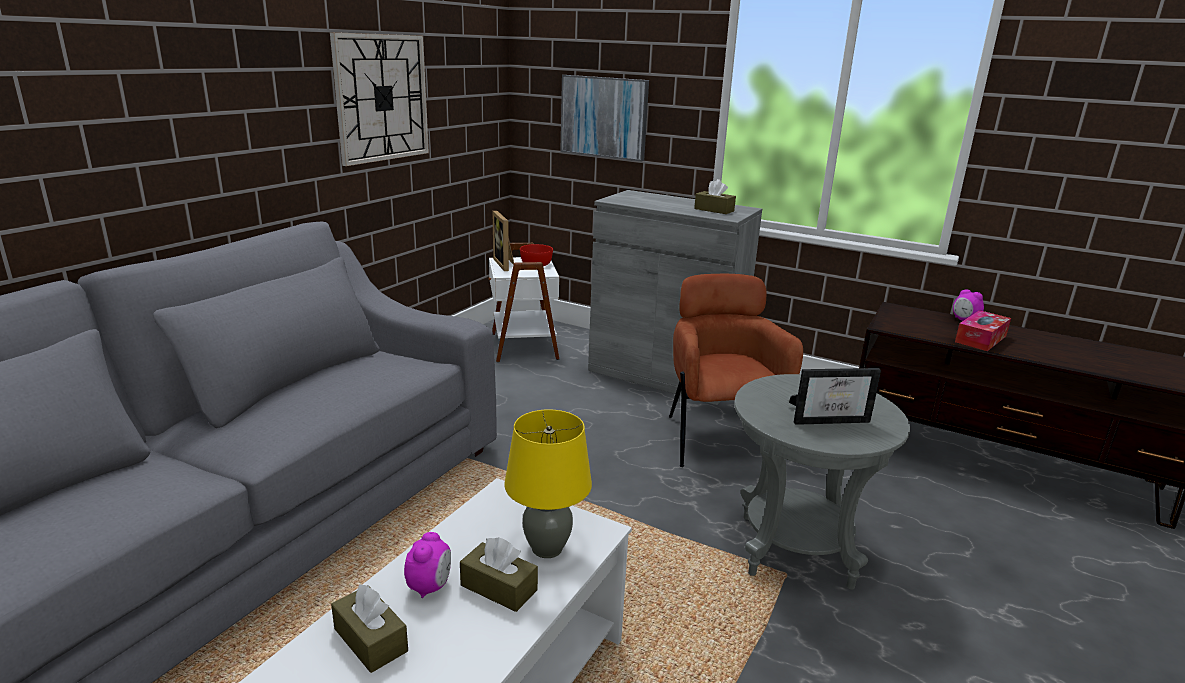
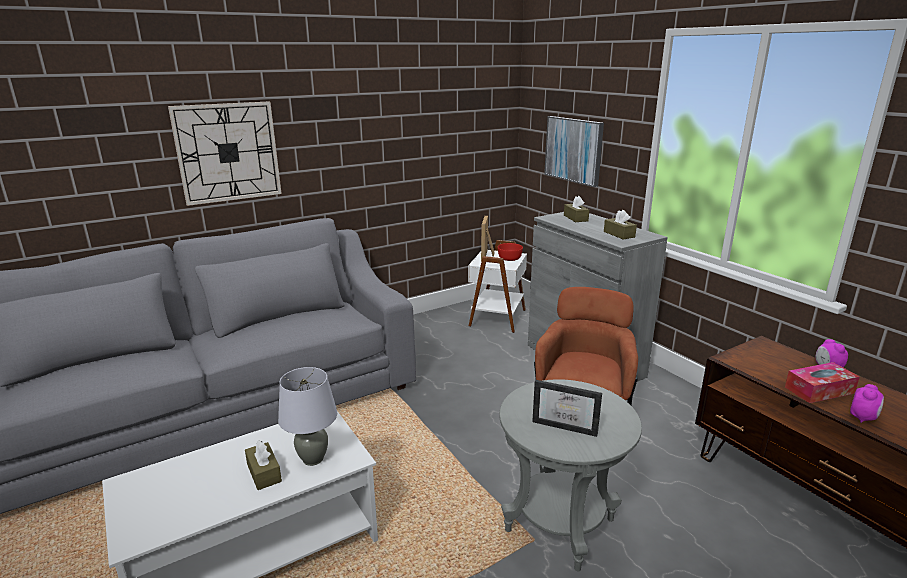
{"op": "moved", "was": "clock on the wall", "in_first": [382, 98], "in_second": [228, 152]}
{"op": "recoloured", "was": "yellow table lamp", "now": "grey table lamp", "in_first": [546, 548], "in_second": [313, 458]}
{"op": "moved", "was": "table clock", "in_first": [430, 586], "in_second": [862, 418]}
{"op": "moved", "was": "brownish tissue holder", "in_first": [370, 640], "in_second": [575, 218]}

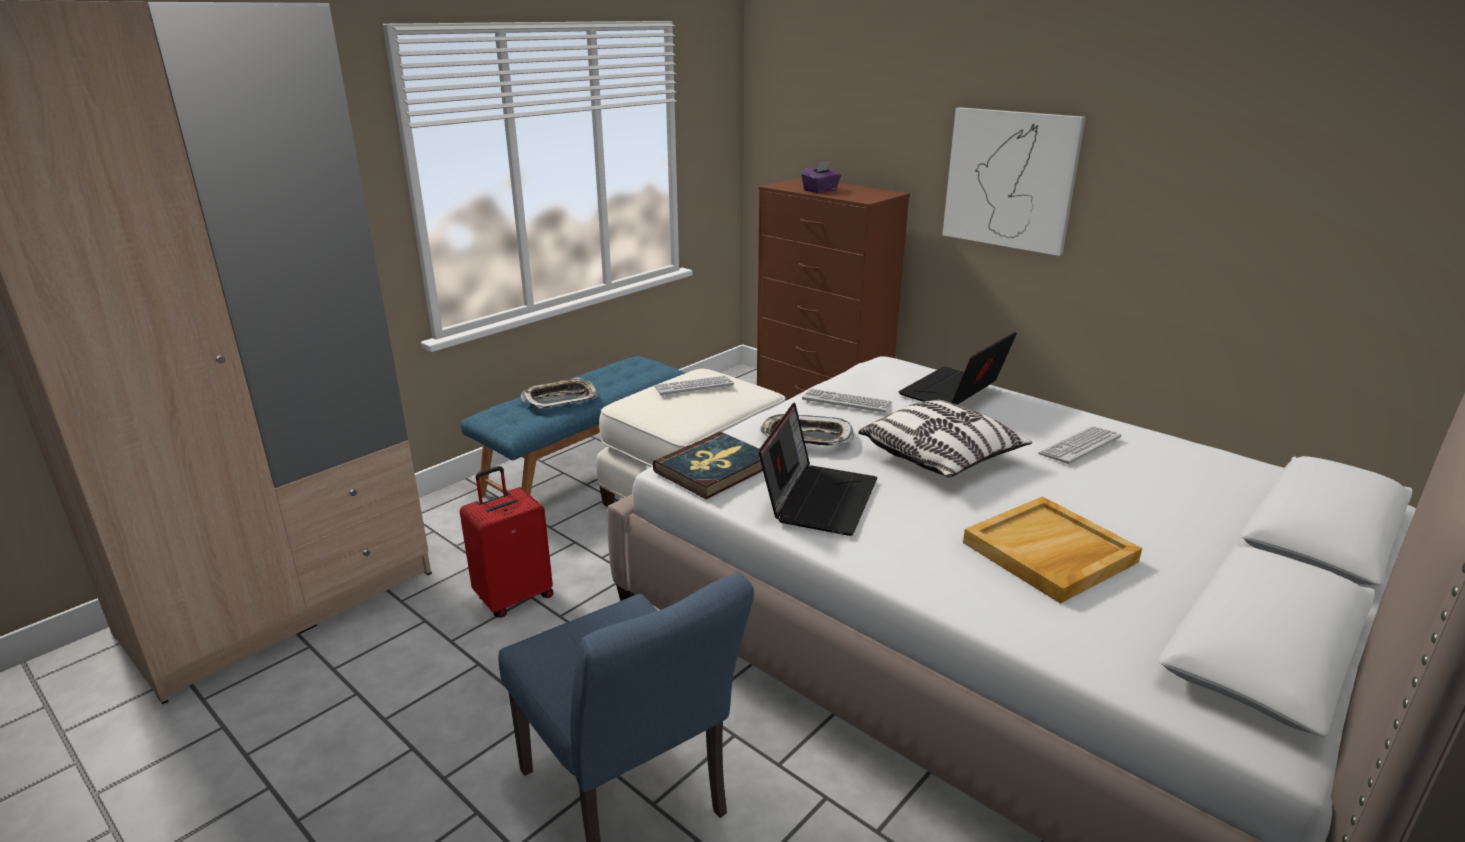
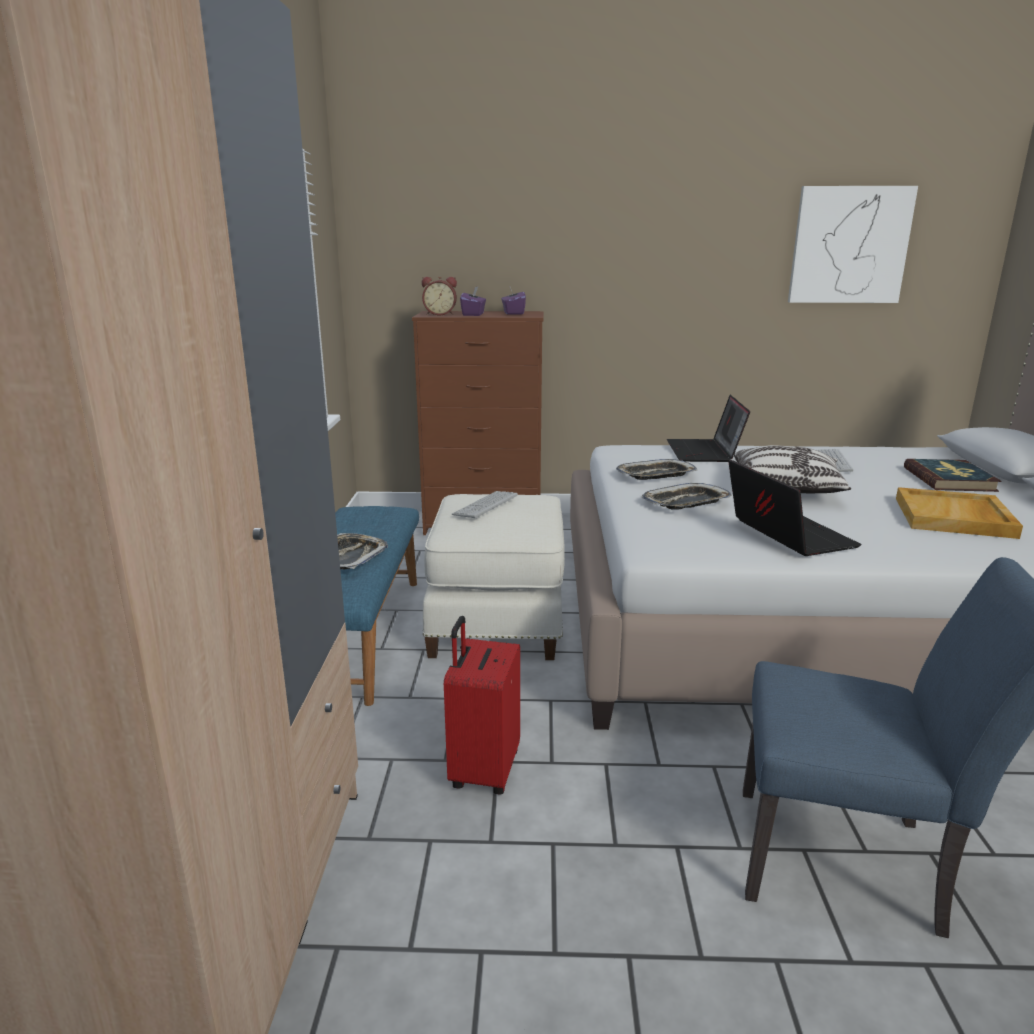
{"op": "moved", "was": "wall picture", "in_first": [1010, 179], "in_second": [849, 245]}
{"op": "replaced", "was": "keyboard", "now": "tray", "in_first": [846, 402], "in_second": [656, 475]}
{"op": "moved", "was": "bound book", "in_first": [713, 469], "in_second": [949, 479]}
{"op": "added", "now": "table clock", "in_second": [440, 314]}
{"op": "added", "now": "purple tissue holder", "in_second": [513, 313]}

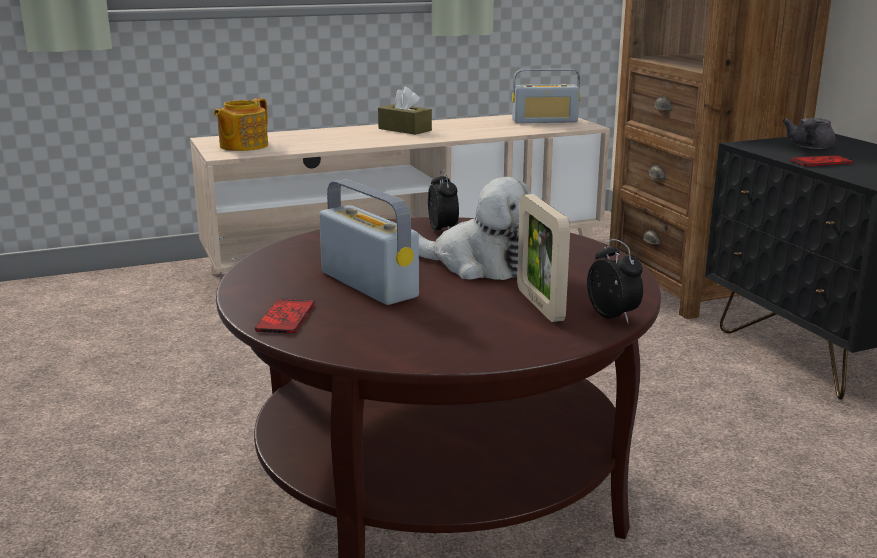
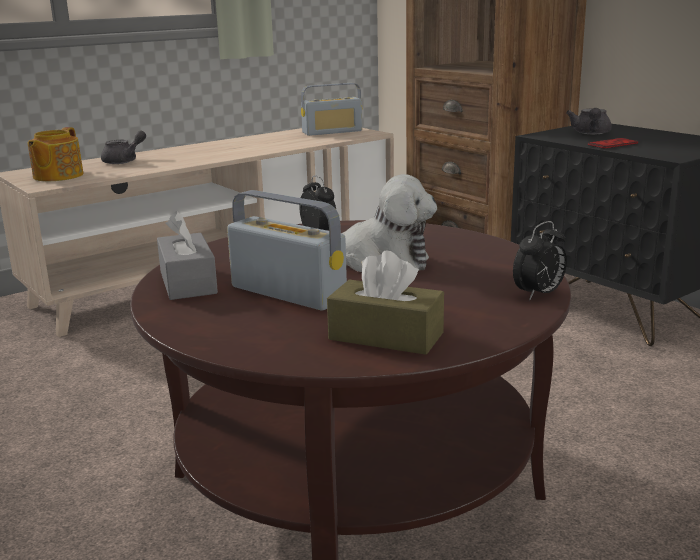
{"op": "moved", "was": "brownish tissue holder", "in_first": [405, 129], "in_second": [386, 336]}
{"op": "removed", "was": "photo frame", "in_first": [539, 305]}
{"op": "turned", "was": "table clock", "in_first": [614, 317], "in_second": [539, 294], "clockwise": 90}
{"op": "removed", "was": "handset", "in_first": [286, 317]}
{"op": "added", "now": "grey teapot", "in_second": [125, 161]}
{"op": "added", "now": "grey tissue holder", "in_second": [188, 282]}

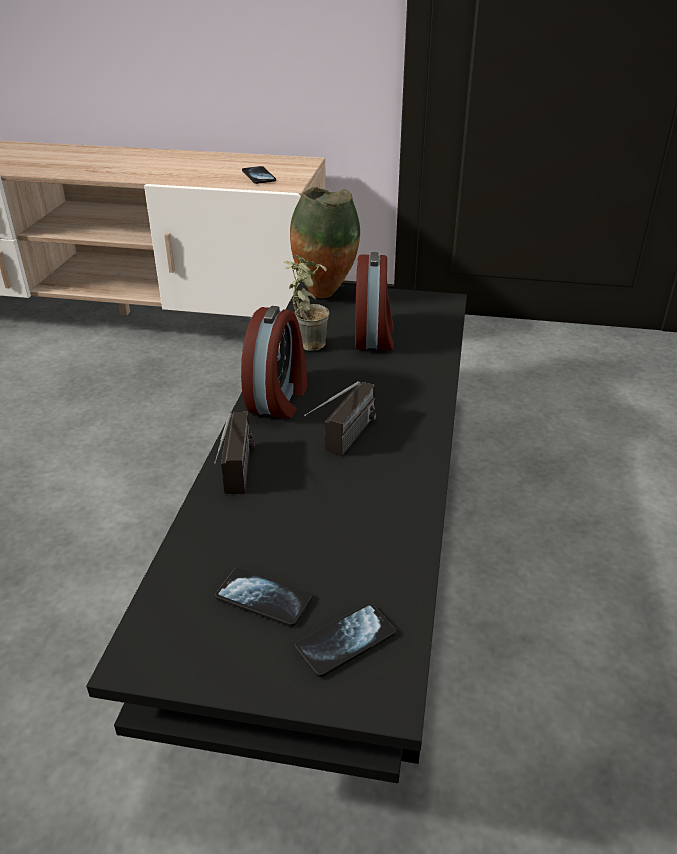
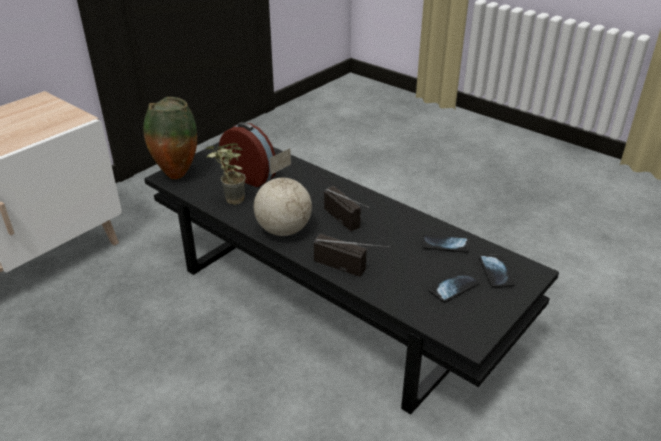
{"op": "moved", "was": "handset", "in_first": [258, 176], "in_second": [445, 244]}
{"op": "replaced", "was": "table clock", "now": "desk globe", "in_first": [279, 399], "in_second": [283, 230]}

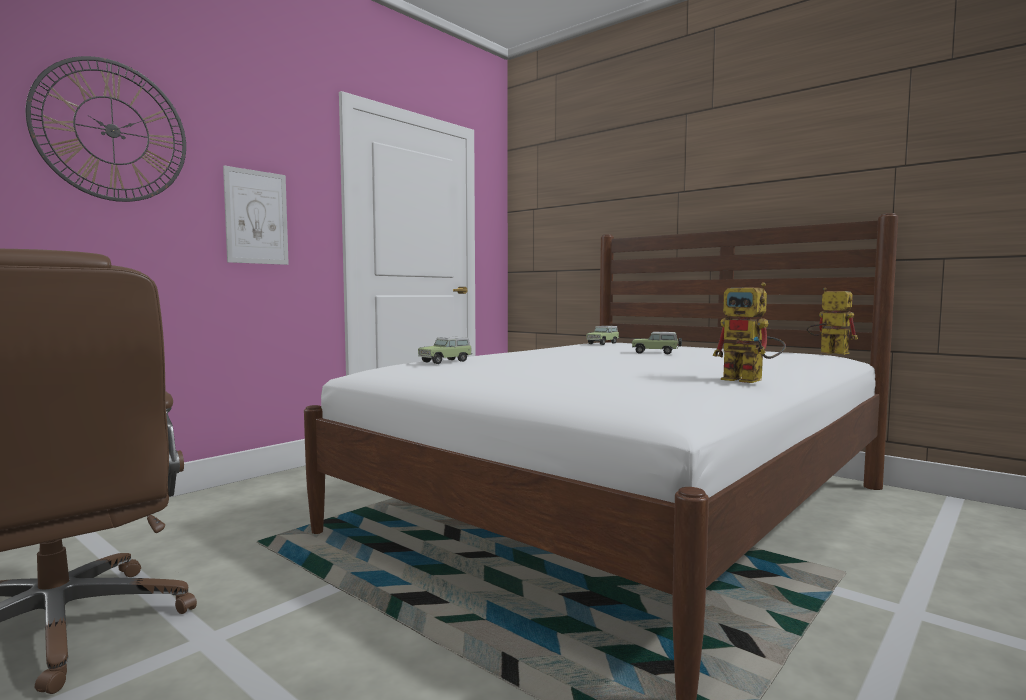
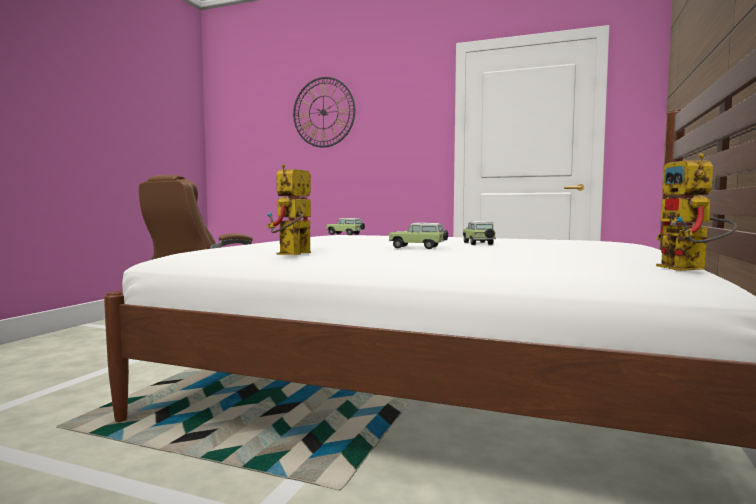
{"op": "removed", "was": "wall picture", "in_first": [256, 217]}
{"op": "turned", "was": "toy robot", "in_first": [827, 353], "in_second": [690, 269], "clockwise": 150}
{"op": "moved", "was": "miniature car", "in_first": [603, 343], "in_second": [418, 248]}

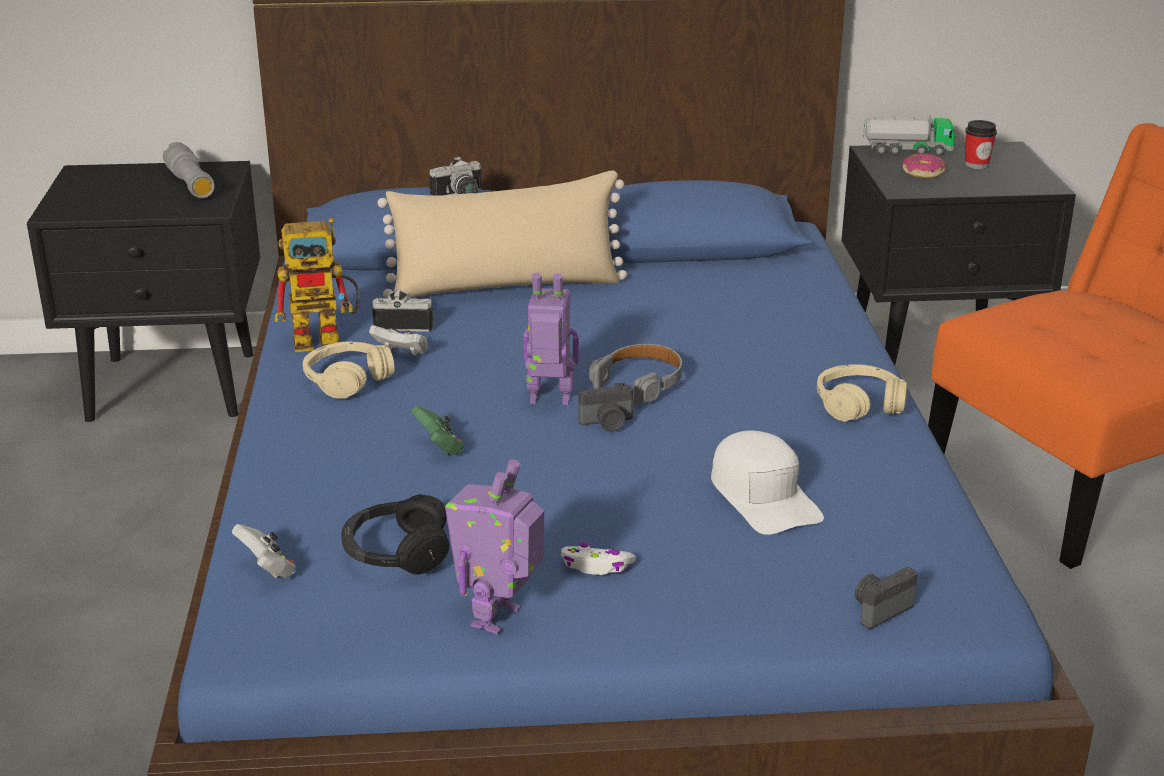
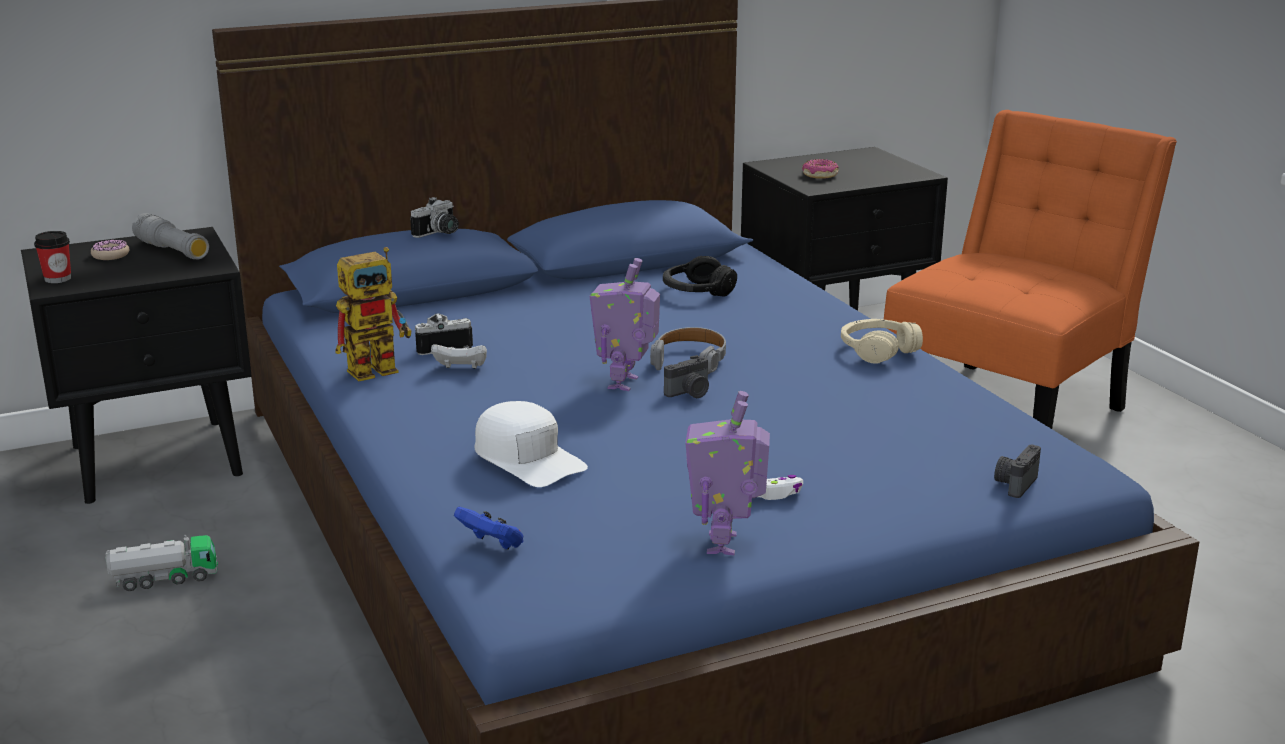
{"op": "moved", "was": "model truck", "in_first": [907, 151], "in_second": [165, 579]}
{"op": "moved", "was": "small cup", "in_first": [976, 165], "in_second": [58, 279]}
{"op": "removed", "was": "beige-coloured cushion", "in_first": [506, 286]}
{"op": "turned", "was": "toy robot", "in_first": [549, 399], "in_second": [625, 383], "clockwise": -60}
{"op": "removed", "was": "beige-coloured pair of headphones", "in_first": [347, 380]}
{"op": "removed", "was": "green-coloured game controller", "in_first": [440, 447]}
{"op": "moved", "was": "whitish peaked cap", "in_first": [763, 496], "in_second": [527, 459]}
{"op": "moved", "was": "black-coloured pair of headphones", "in_first": [396, 552], "in_second": [697, 291]}
{"op": "recoloured", "was": "whitish game controller", "now": "blue game controller", "in_first": [268, 569], "in_second": [492, 545]}
{"op": "added", "now": "ring doughnut", "in_second": [110, 255]}

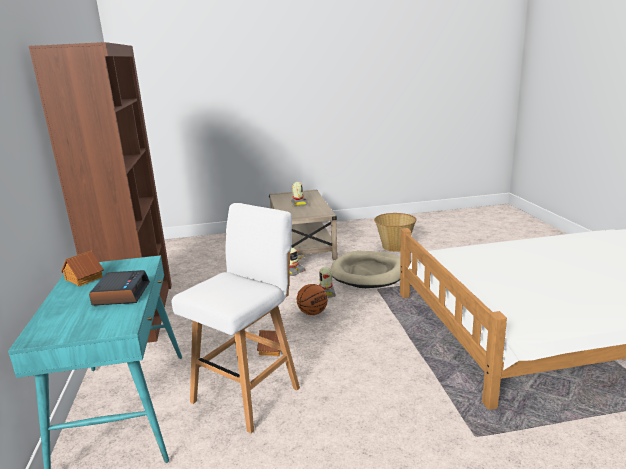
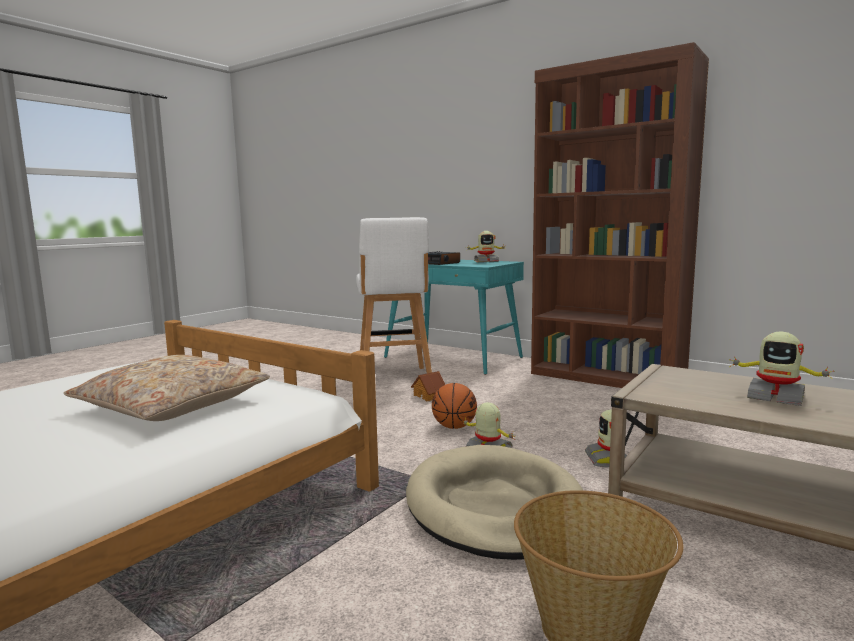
{"op": "replaced", "was": "miniature house", "now": "toy robot", "in_first": [83, 279], "in_second": [486, 261]}
{"op": "added", "now": "beige-coloured cushion", "in_second": [172, 405]}

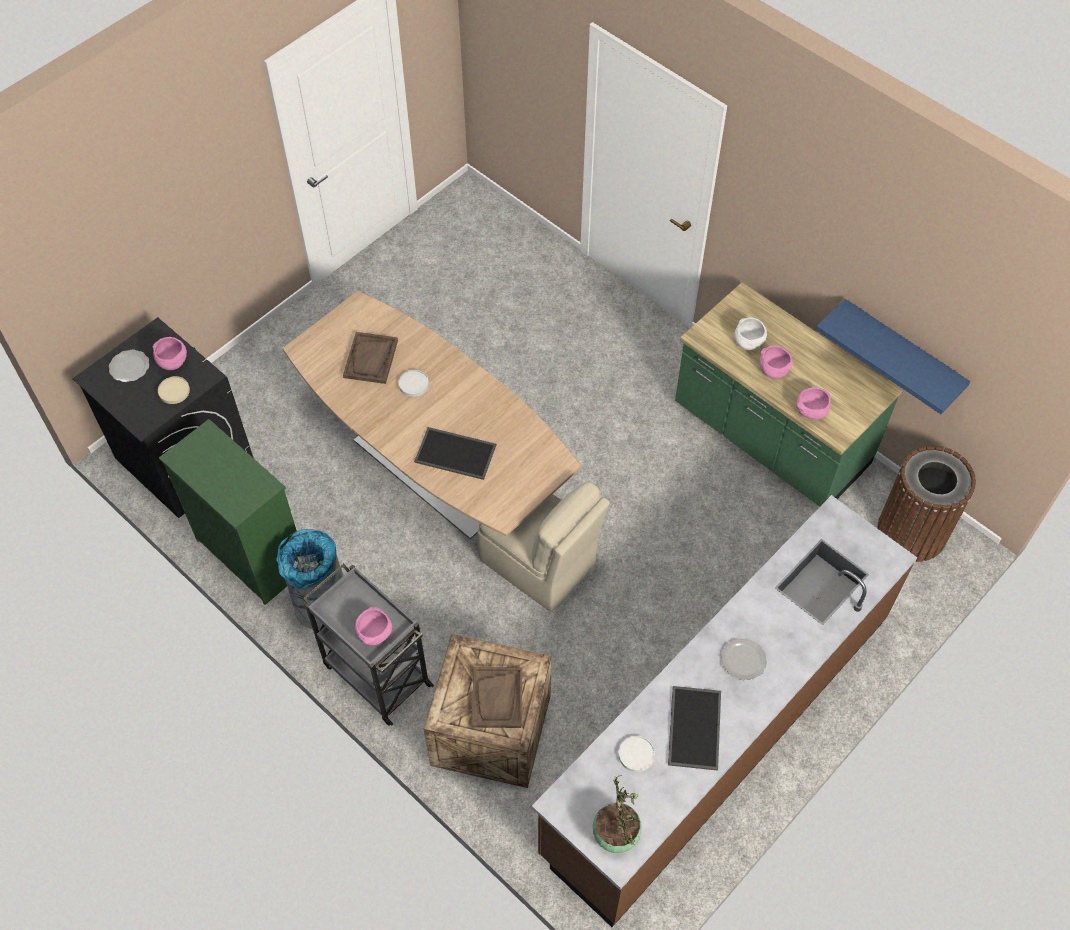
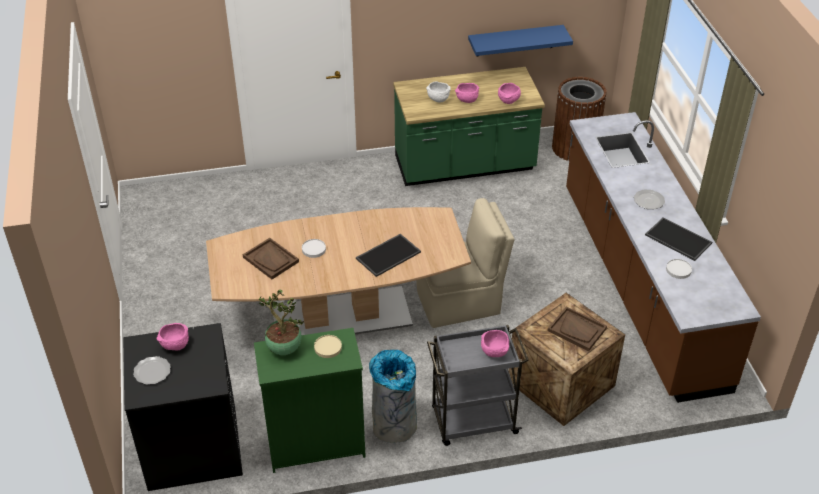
{"op": "moved", "was": "beige-coloured dinner plate", "in_first": [174, 391], "in_second": [328, 347]}
{"op": "moved", "was": "potted plant", "in_first": [615, 833], "in_second": [283, 349]}

